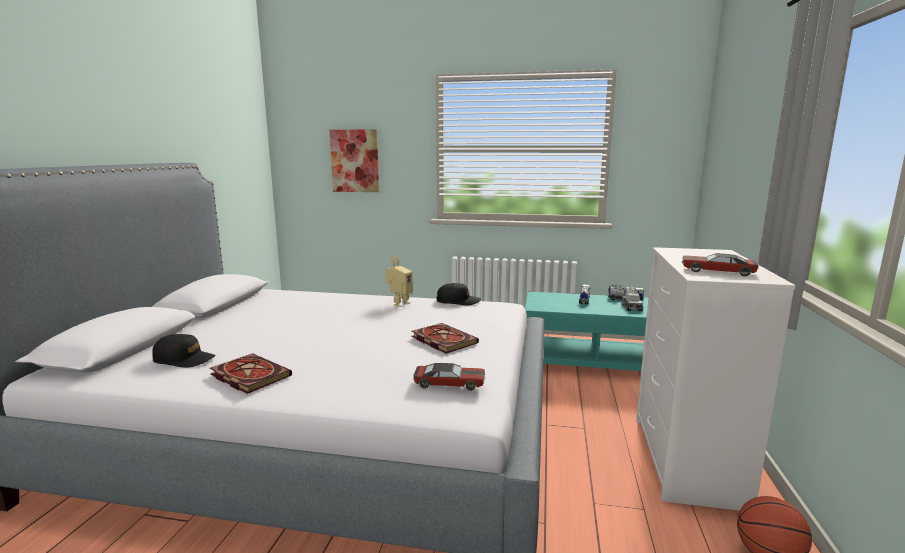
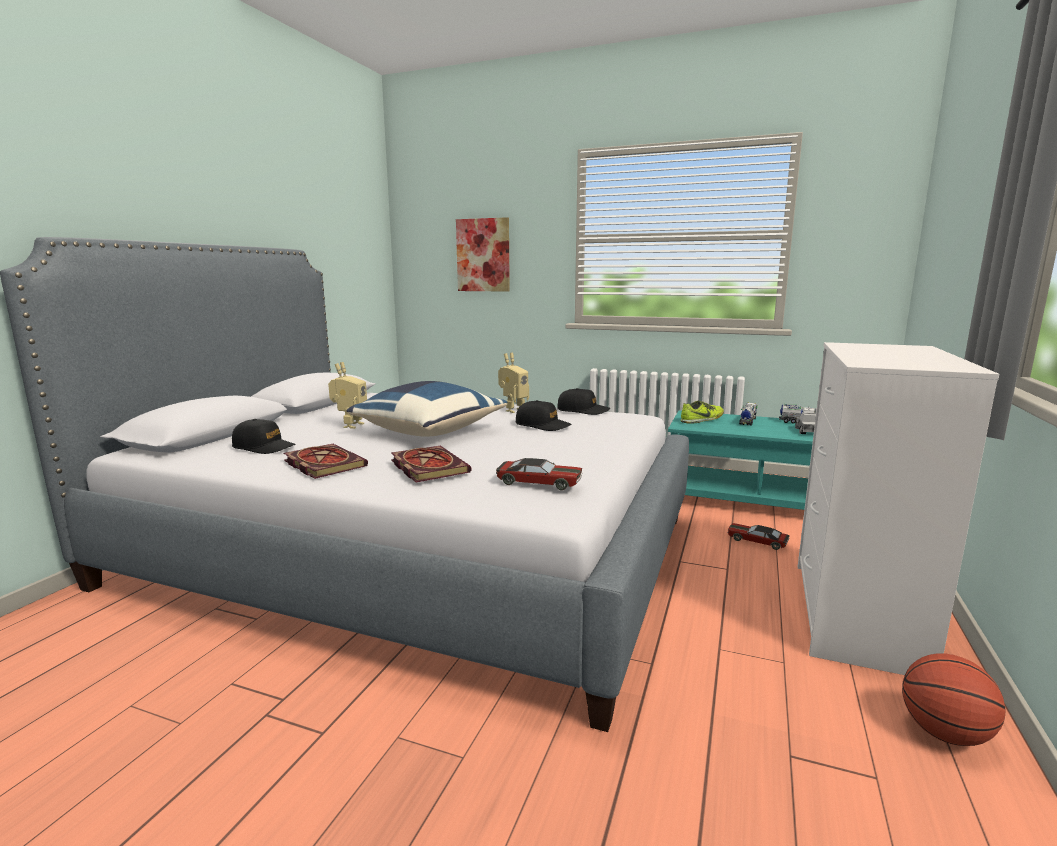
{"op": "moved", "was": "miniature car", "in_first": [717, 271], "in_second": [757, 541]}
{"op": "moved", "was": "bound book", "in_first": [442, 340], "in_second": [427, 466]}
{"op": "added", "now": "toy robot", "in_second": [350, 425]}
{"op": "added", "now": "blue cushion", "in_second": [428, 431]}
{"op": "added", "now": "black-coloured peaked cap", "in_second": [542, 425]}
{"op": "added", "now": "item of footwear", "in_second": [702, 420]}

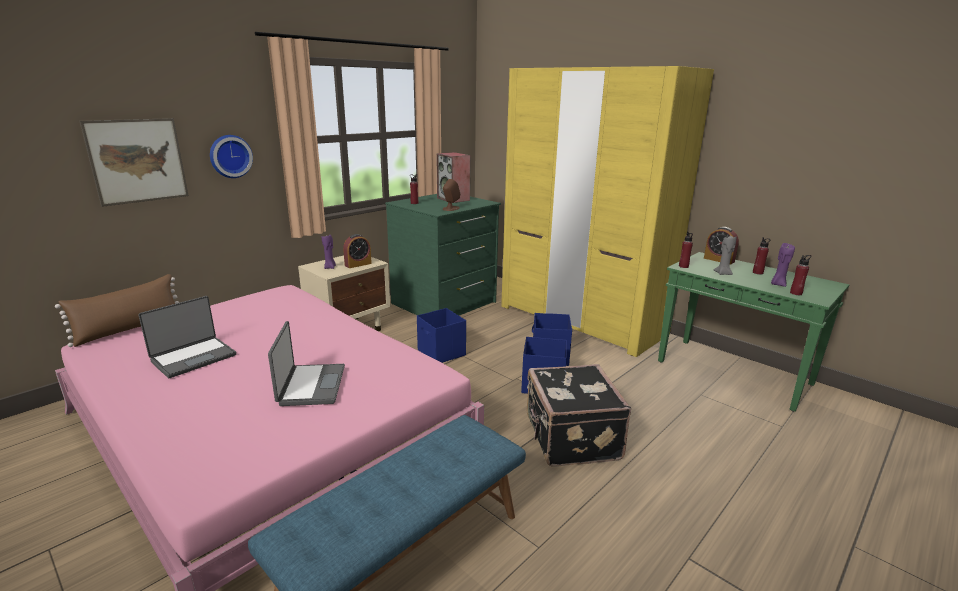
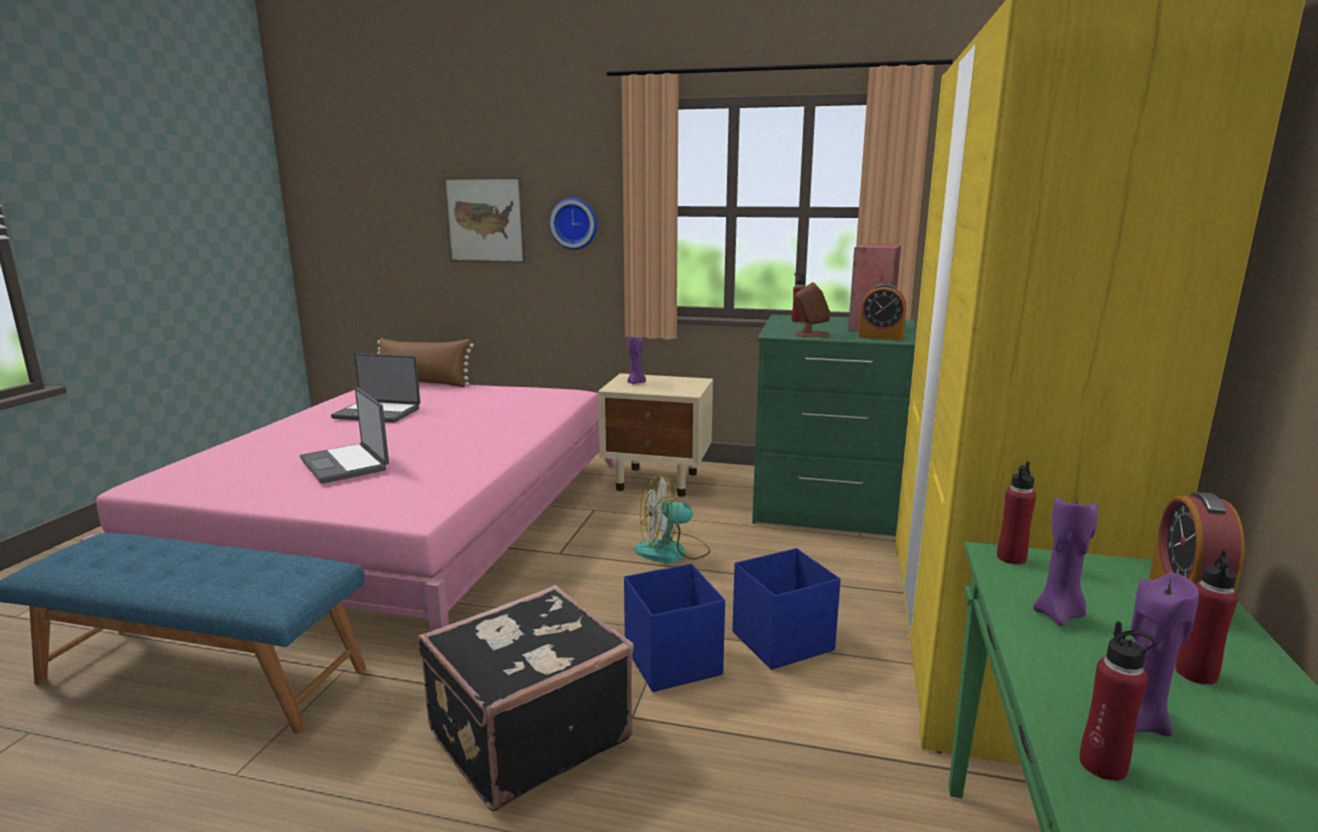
{"op": "moved", "was": "table clock", "in_first": [358, 264], "in_second": [880, 337]}
{"op": "recoloured", "was": "grey wax candle", "now": "purple wax candle", "in_first": [722, 273], "in_second": [1059, 615]}
{"op": "replaced", "was": "blue storage box", "now": "fan", "in_first": [441, 353], "in_second": [672, 551]}
{"op": "turned", "was": "laptop", "in_first": [310, 385], "in_second": [346, 464], "clockwise": 90}

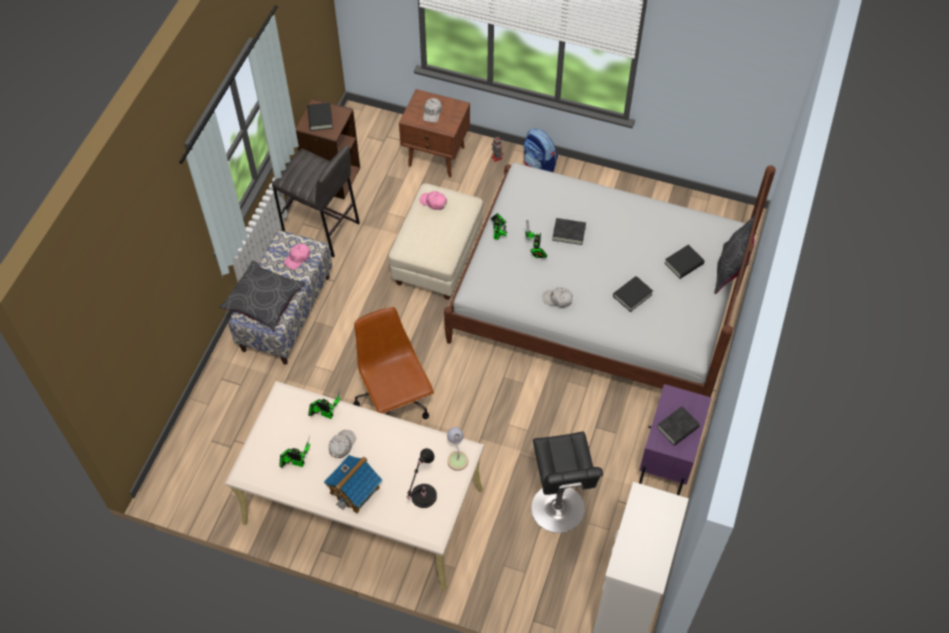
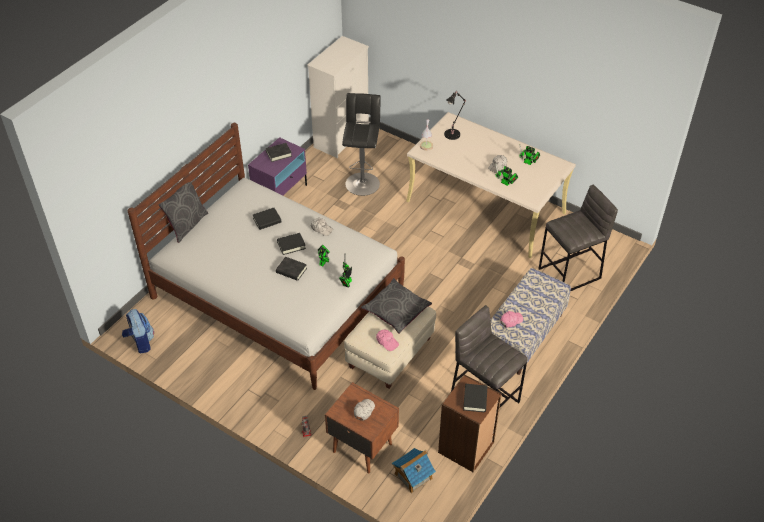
{"op": "moved", "was": "rucksack", "in_first": [539, 165], "in_second": [140, 342]}
{"op": "moved", "was": "black-coloured bound book", "in_first": [683, 264], "in_second": [291, 245]}
{"op": "moved", "was": "grey cushion", "in_first": [264, 300], "in_second": [396, 310]}
{"op": "removed", "was": "brownish office chair", "in_first": [395, 402]}
{"op": "moved", "was": "miniature house", "in_first": [355, 490], "in_second": [413, 476]}
{"op": "added", "now": "grey sitting stool", "in_second": [570, 274]}

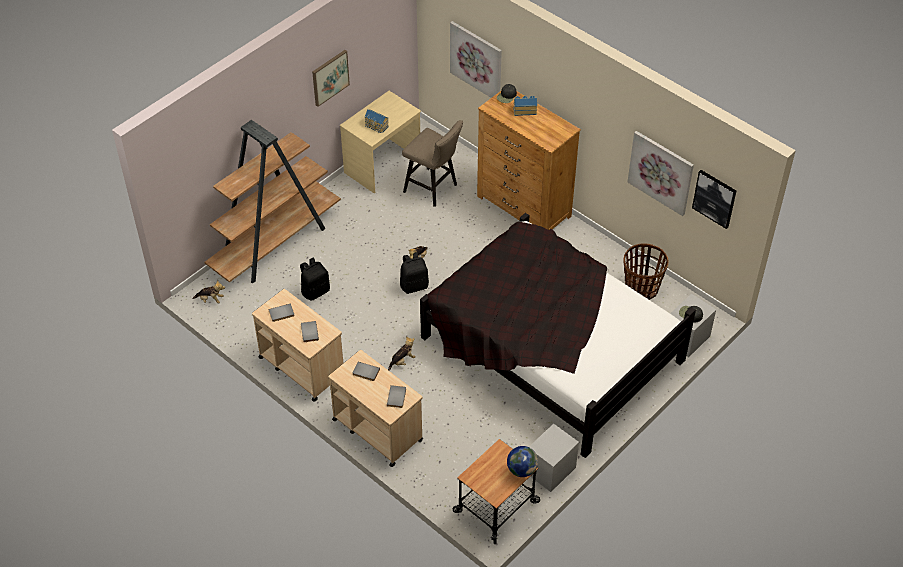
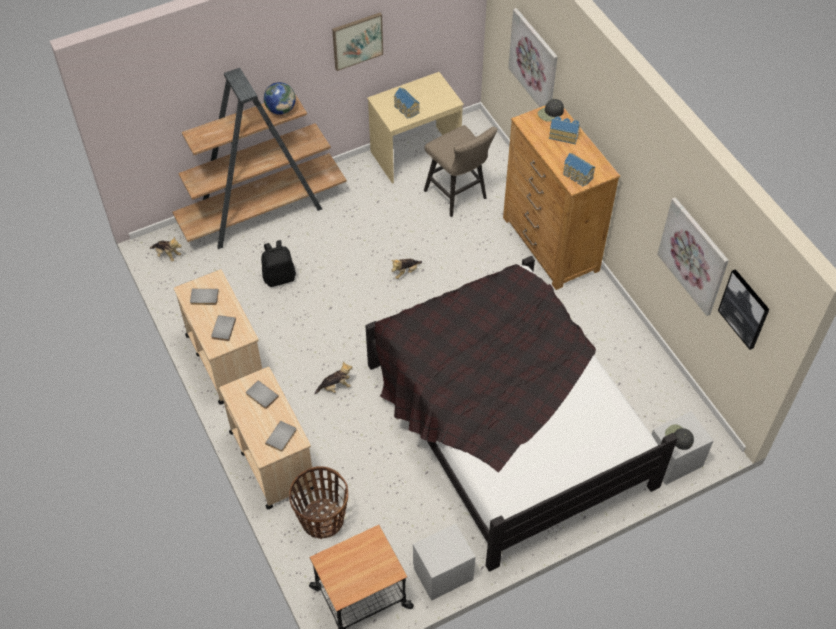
{"op": "moved", "was": "household basket", "in_first": [641, 288], "in_second": [322, 519]}
{"op": "removed", "was": "black-coloured rucksack", "in_first": [414, 285]}
{"op": "moved", "was": "desk globe", "in_first": [521, 470], "in_second": [281, 109]}
{"op": "added", "now": "miniature house", "in_second": [577, 176]}

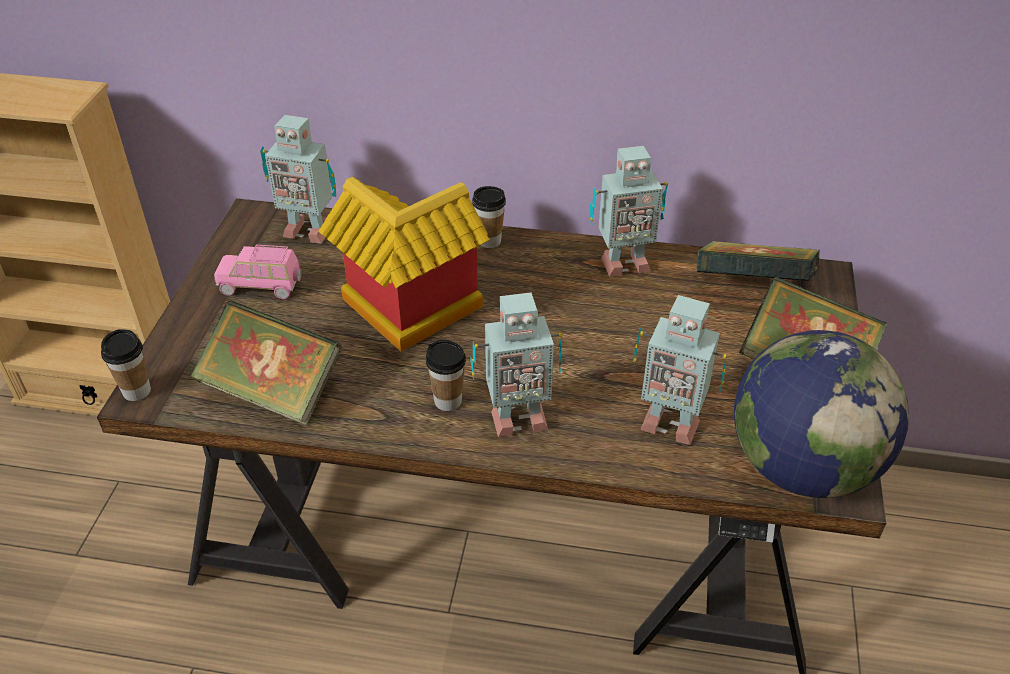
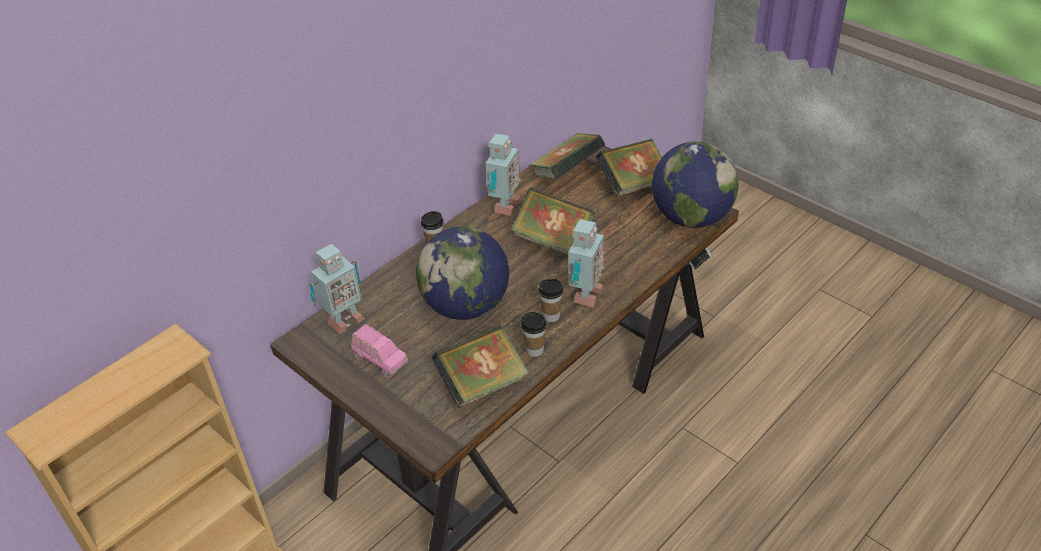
{"op": "replaced", "was": "miniature house", "now": "desk globe", "in_first": [405, 314], "in_second": [466, 306]}
{"op": "turned", "was": "pinkish miniature car", "in_first": [261, 286], "in_second": [380, 360], "clockwise": -90}
{"op": "removed", "was": "toy robot", "in_first": [669, 422]}
{"op": "moved", "was": "small cup", "in_first": [137, 391], "in_second": [534, 350]}
{"op": "added", "now": "bound book", "in_second": [553, 240]}

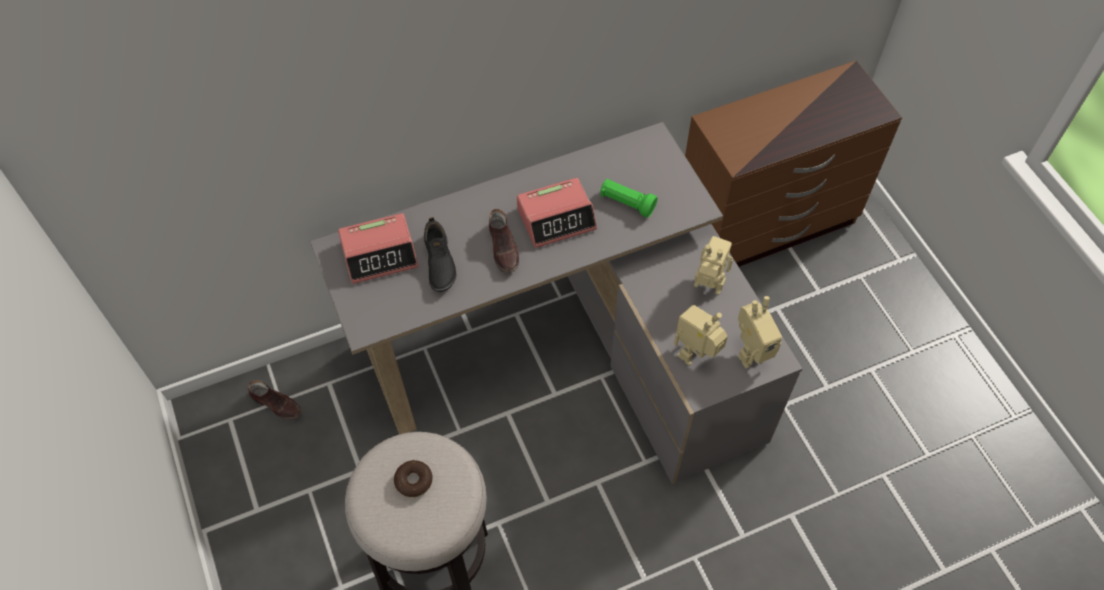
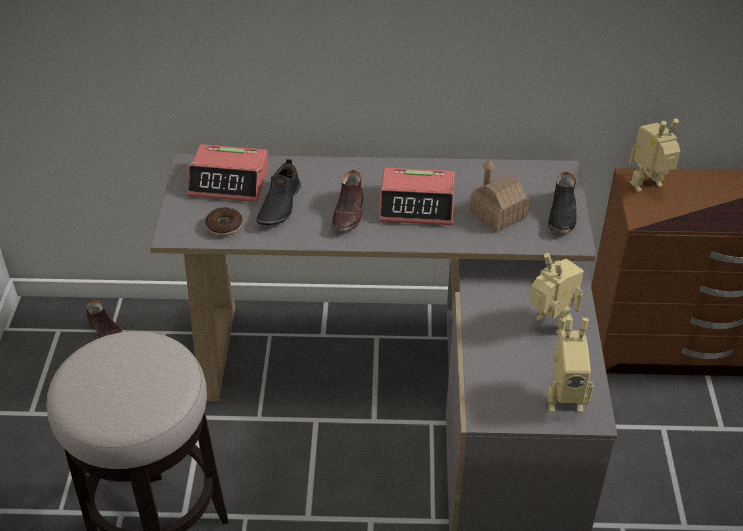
{"op": "replaced", "was": "green-coloured flashlight", "now": "miniature house", "in_first": [627, 203], "in_second": [497, 214]}
{"op": "moved", "was": "toy robot", "in_first": [696, 356], "in_second": [648, 187]}
{"op": "moved", "was": "ring doughnut", "in_first": [414, 481], "in_second": [224, 226]}
{"op": "added", "now": "black-coloured item of footwear", "in_second": [562, 215]}

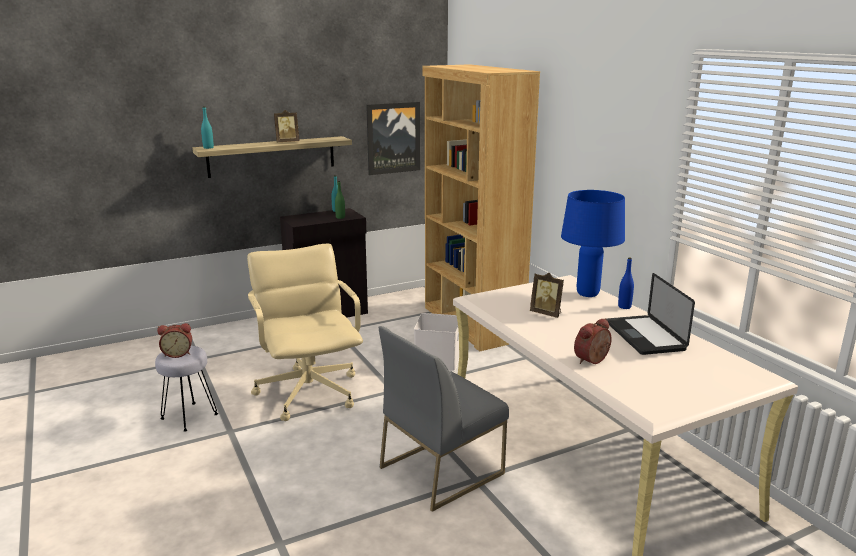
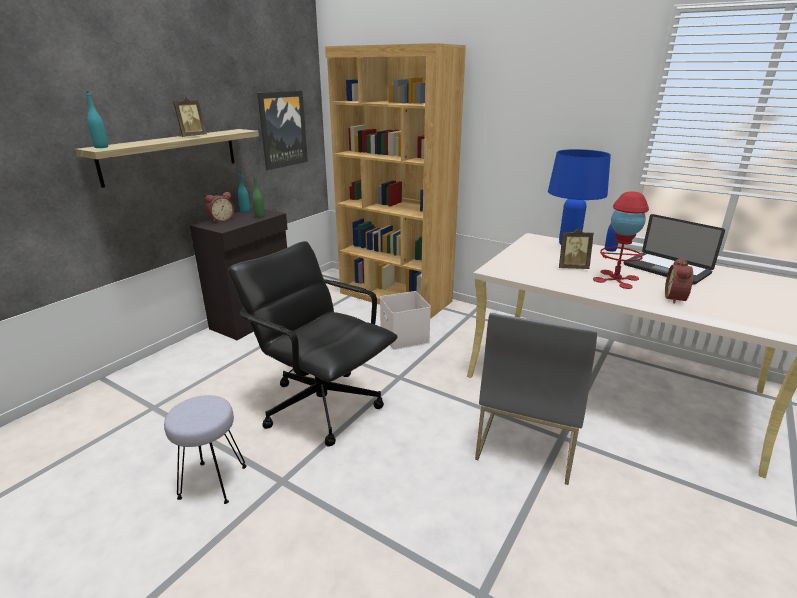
{"op": "recoloured", "was": "beige-coloured office chair", "now": "black-coloured office chair", "in_first": [309, 392], "in_second": [322, 405]}
{"op": "moved", "was": "table clock", "in_first": [177, 354], "in_second": [221, 220]}
{"op": "added", "now": "reddish table lamp", "in_second": [616, 279]}

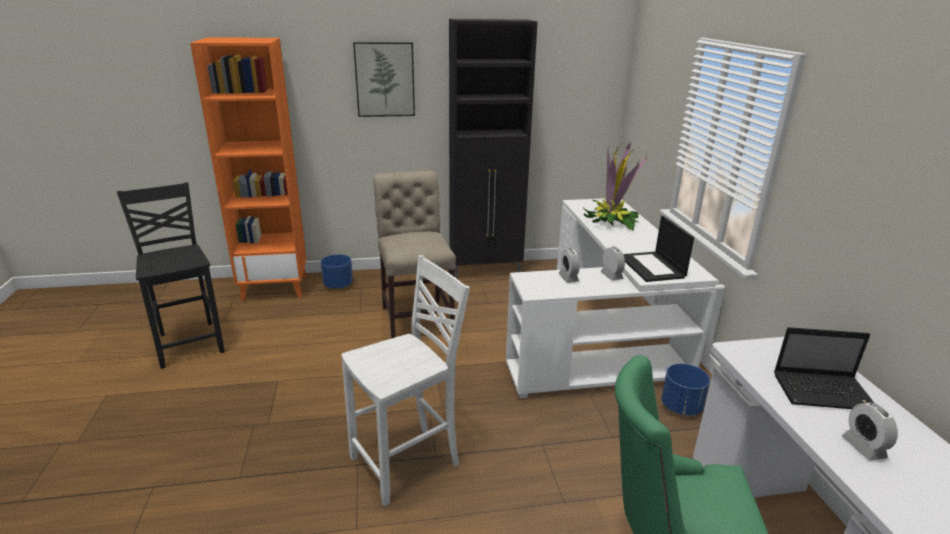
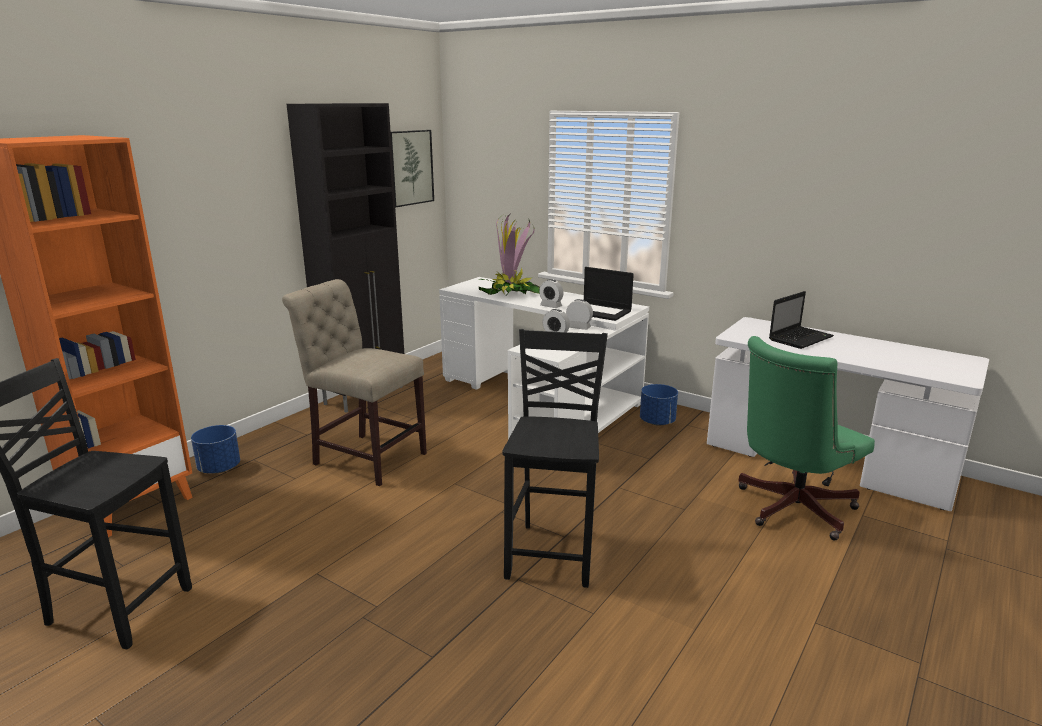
{"op": "moved", "was": "wall picture", "in_first": [385, 79], "in_second": [410, 167]}
{"op": "recoloured", "was": "whitish plain chair", "now": "black-coloured plain chair", "in_first": [408, 463], "in_second": [553, 553]}
{"op": "moved", "was": "table clock", "in_first": [863, 447], "in_second": [551, 306]}

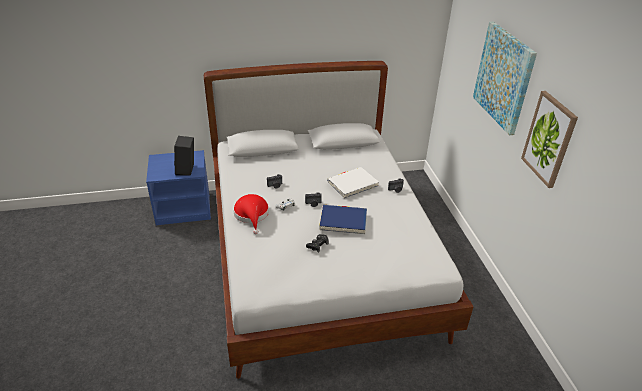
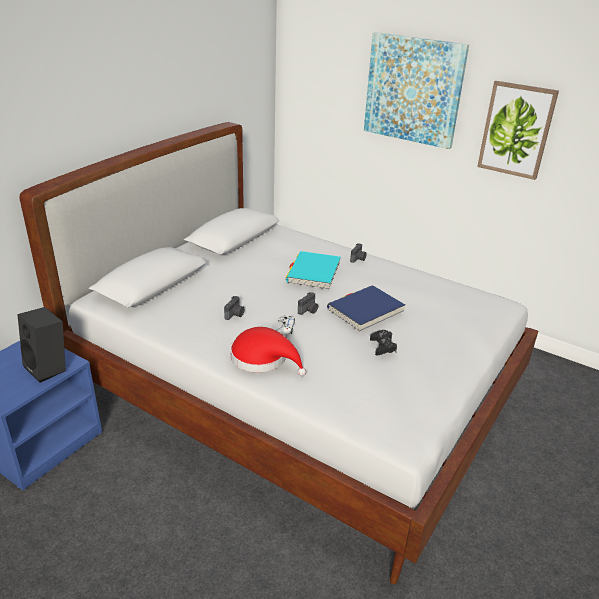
{"op": "recoloured", "was": "whitish bound book", "now": "turquoise-coloured bound book", "in_first": [352, 184], "in_second": [313, 272]}

